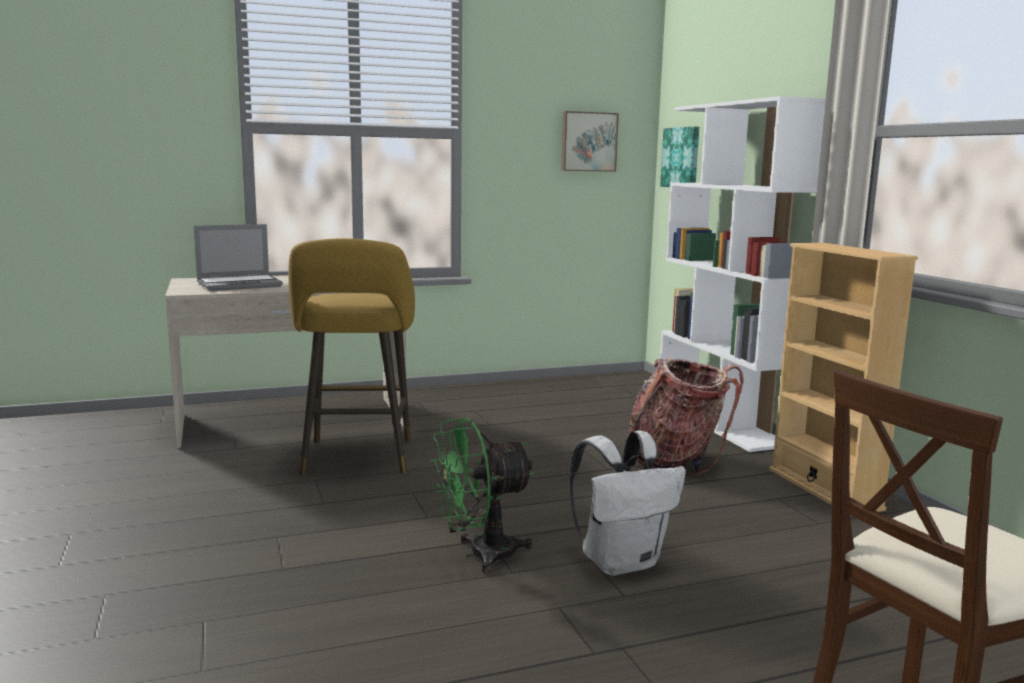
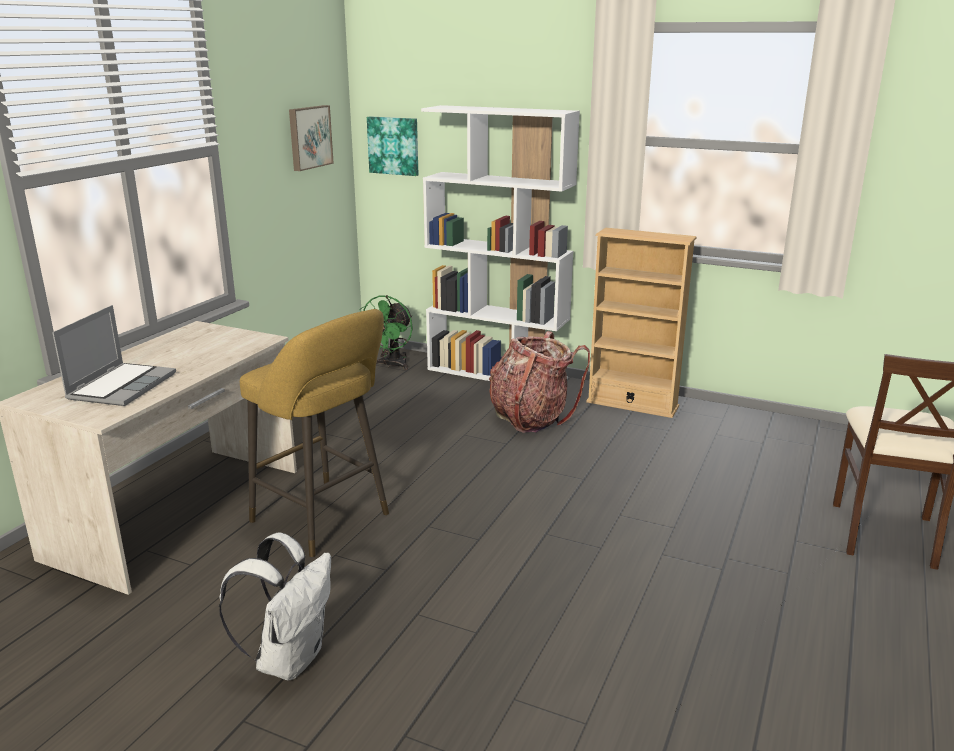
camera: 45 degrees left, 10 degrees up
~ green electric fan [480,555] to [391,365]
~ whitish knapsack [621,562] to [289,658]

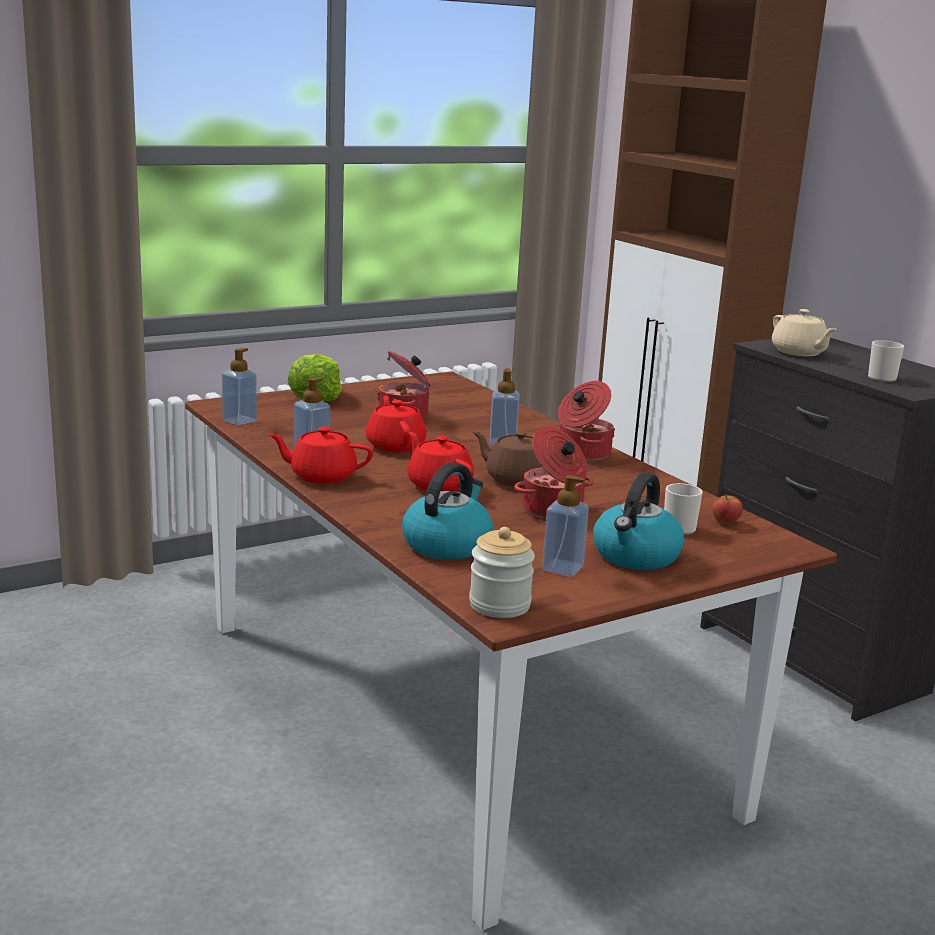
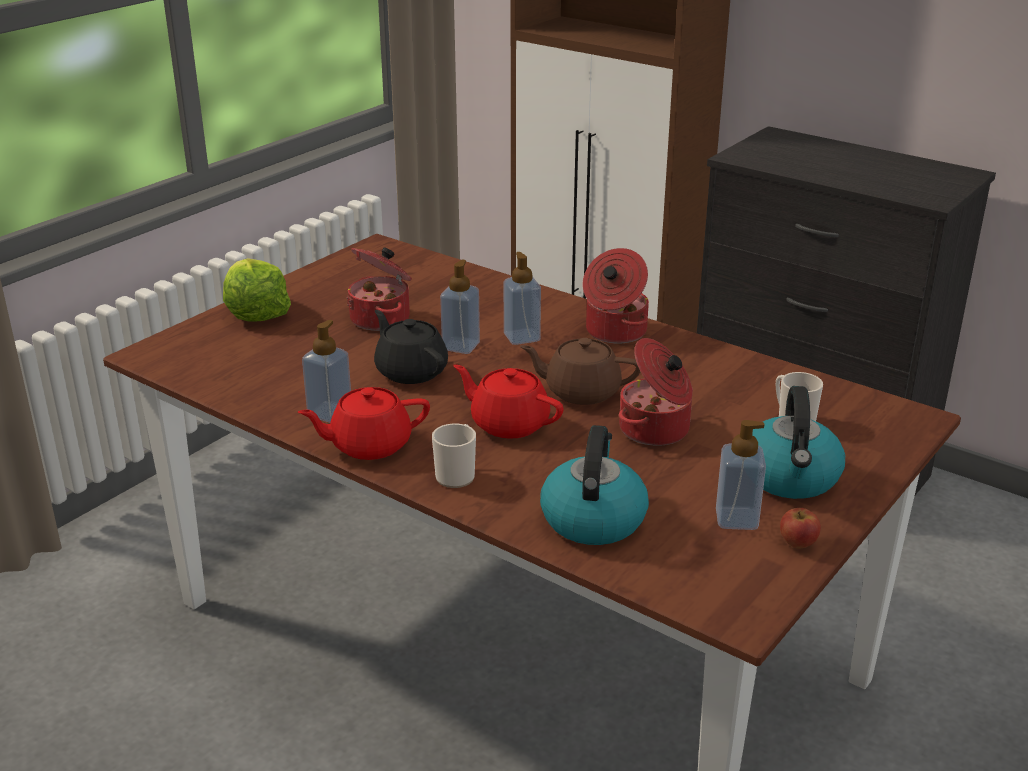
camera: 20 degrees left, 10 degrees up
~ liquid soap bottle [239,421] to [461,346]
~ reddish teapot [395,445] to black teapot [411,371]
- preserve jar [499,605]
~ whole apple [725,522] to [798,543]
- sand-coloured teapot [799,352]
~ mug [883,377] to [457,474]

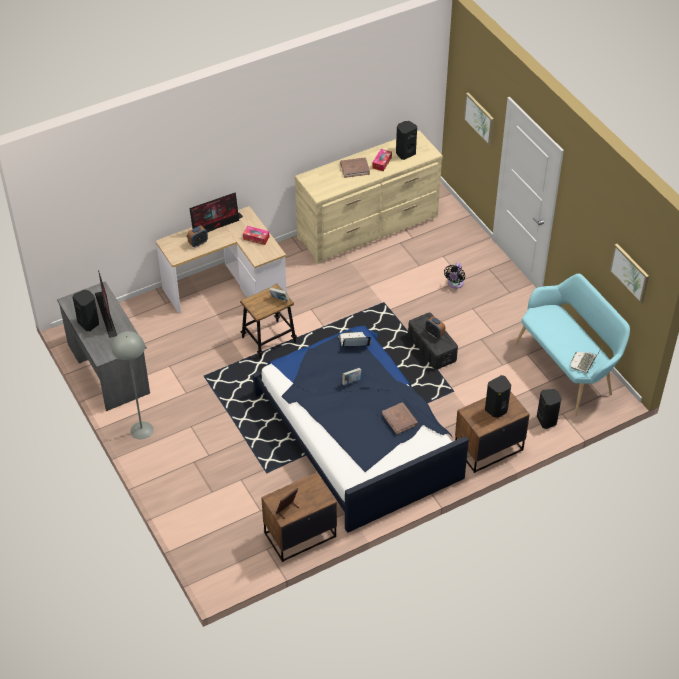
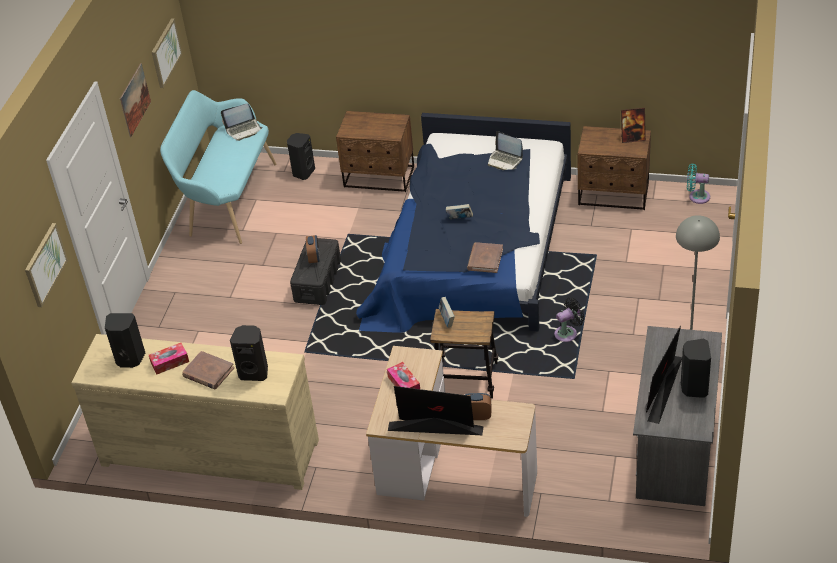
camera: 135 degrees left, 5 degrees down
~ laptop [354,342] to [505,160]
~ brownish book [399,419] to [485,259]
~ black electric fan [455,284] to [568,333]
~ black audio speaker [496,410] to [254,372]
+ wall art [135,100]
+ blue-green electric fan [697,196]

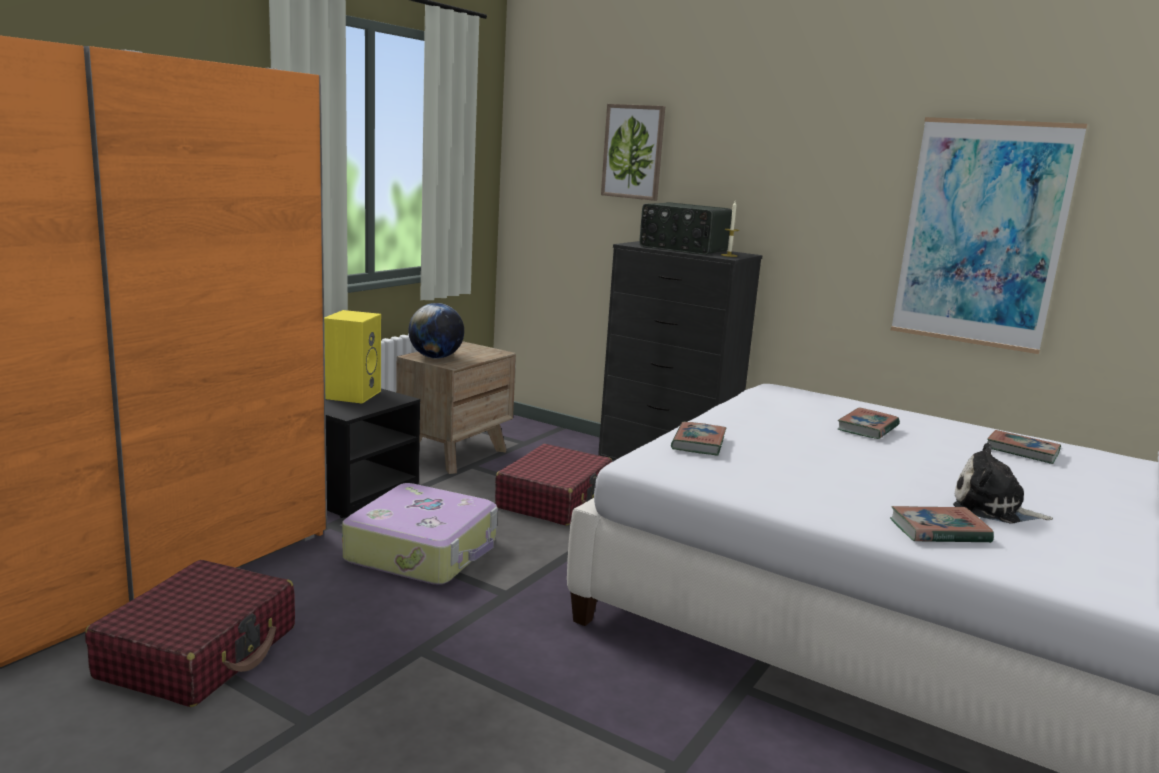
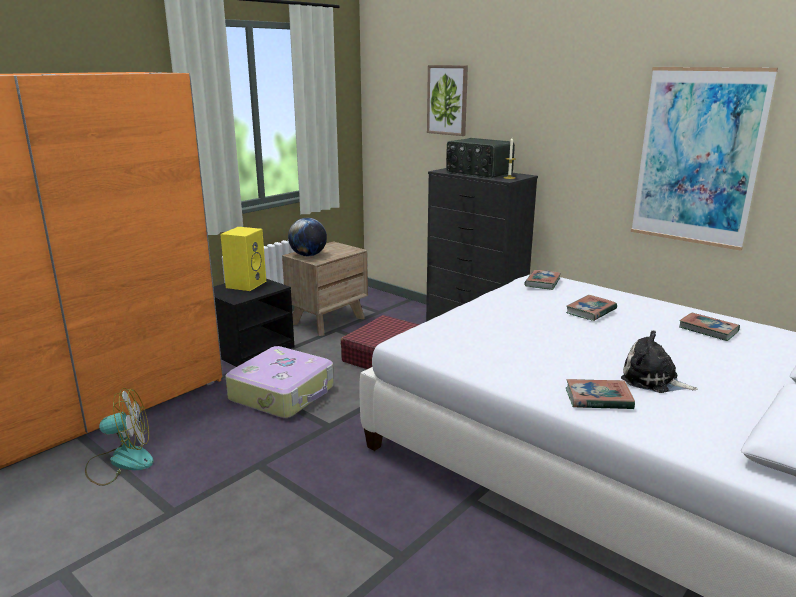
camera: 10 degrees right, 5 degrees up
~ reddish piece of luggage [200,652] to electric fan [121,461]
~ book [698,443] to [542,282]

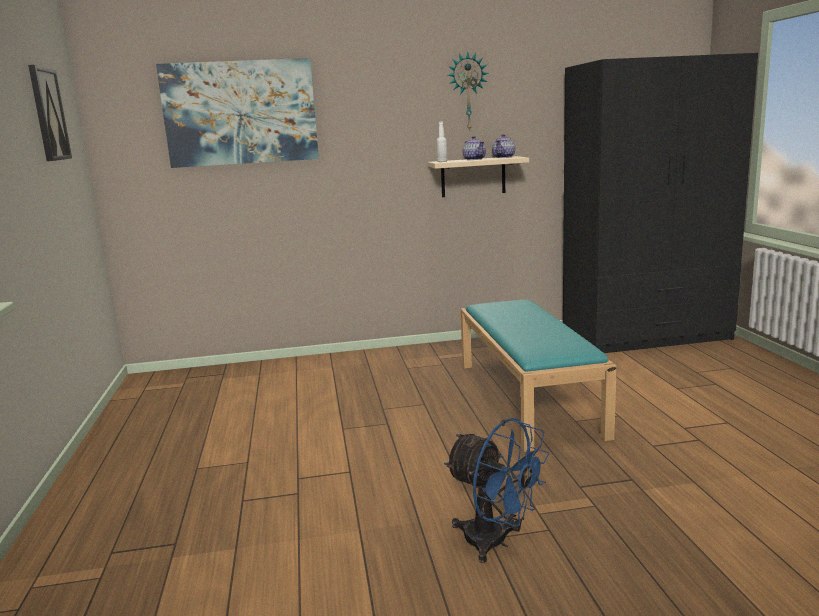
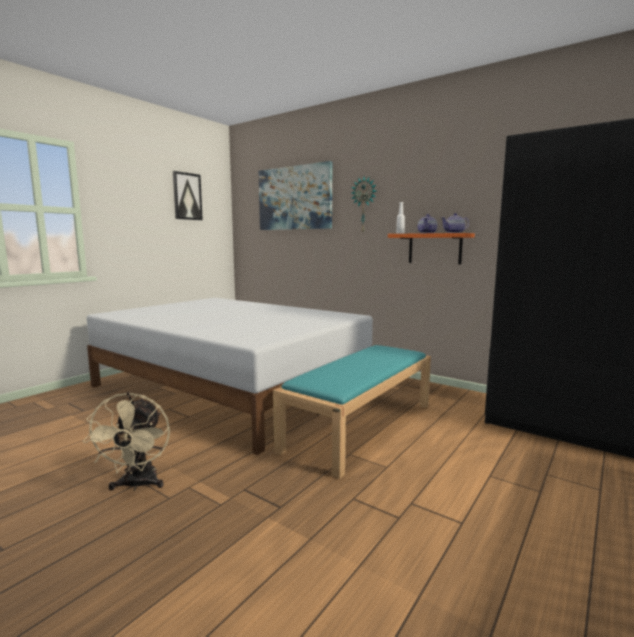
camera: 45 degrees right, 5 degrees down
~ sand-coloured shelf [473,177] to orangey shelf [434,248]
~ bluish electric fan [496,542] to sand-coloured electric fan [137,485]
~ hanging clock [467,92] to [364,205]
+ whitish sleeping bed [231,387]

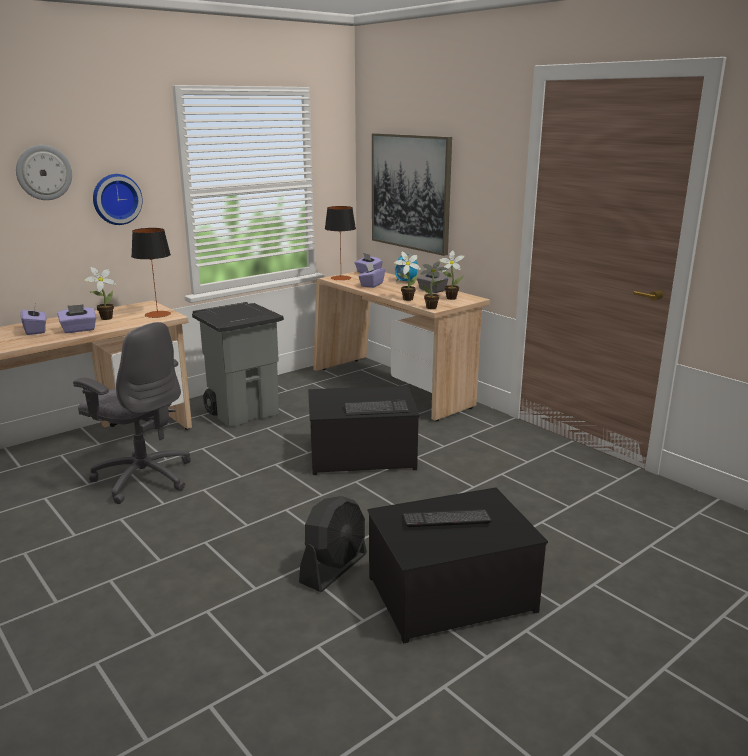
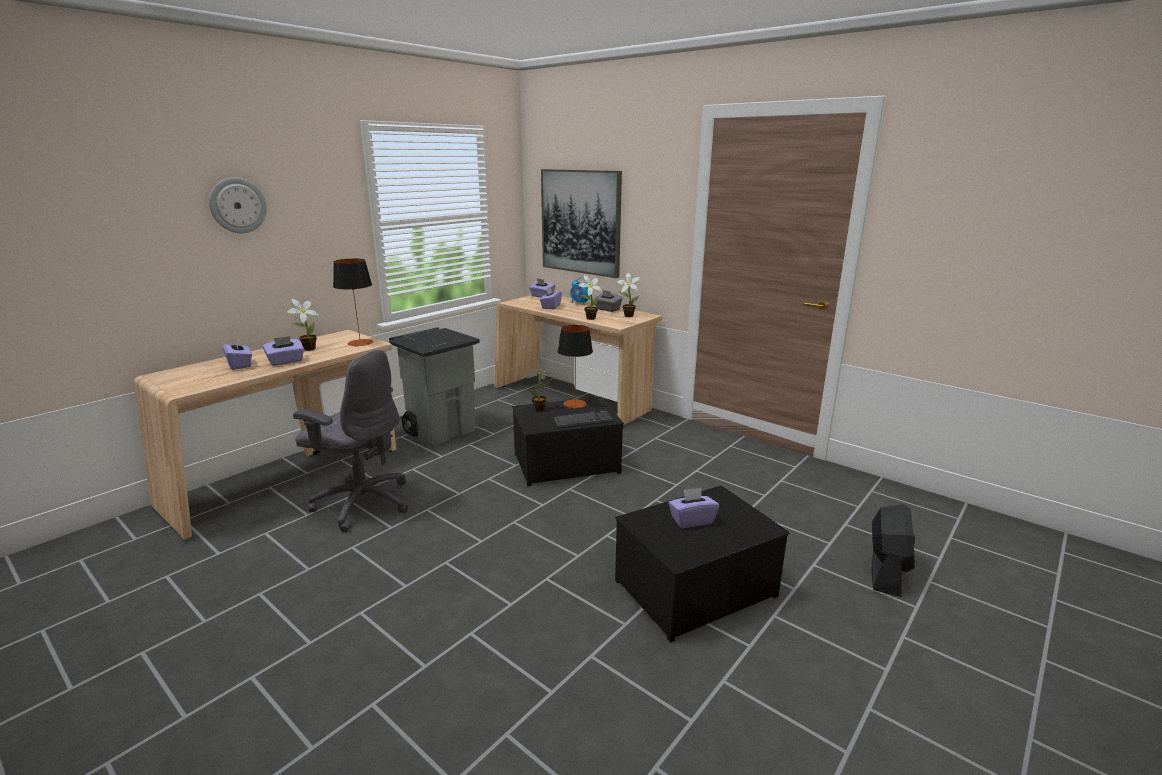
camera: 10 degrees left, 0 degrees up
- hanging clock [116,199]
~ black electric fan [334,568] to [886,572]
~ table lamp [341,278] to [575,404]
~ PC keyboard [446,519] to purple box of tissues [691,520]
~ potted plant [433,308] to [541,409]

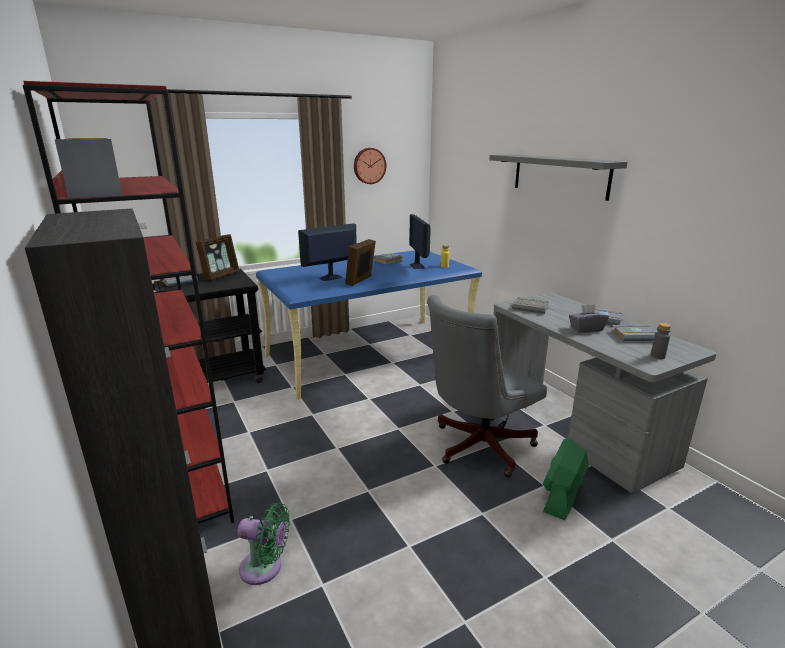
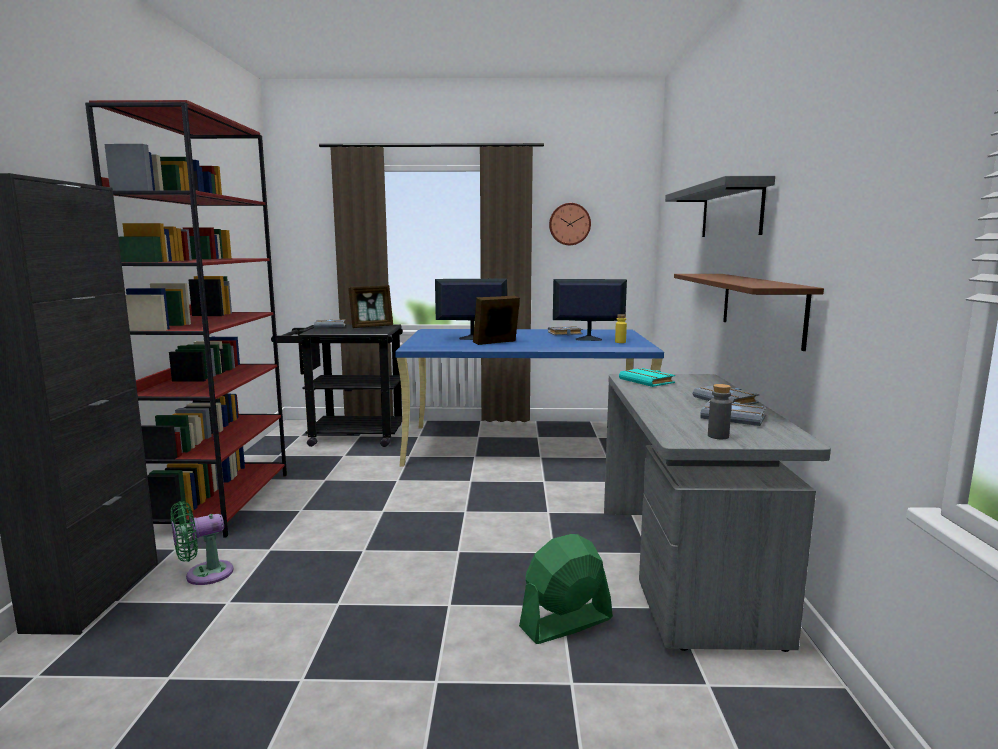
camera: 30 degrees right, 10 degrees down
~ green electric fan [265,568] = [204,575] 105 degrees clockwise
~ computer display [417,266] = [588,339] 75 degrees clockwise
- greyish desk chair [477,447]
~ greyish book [531,308] to blue-green book [648,381]
- greyish box of tissues [586,329]
+ brownish shelf [761,307]

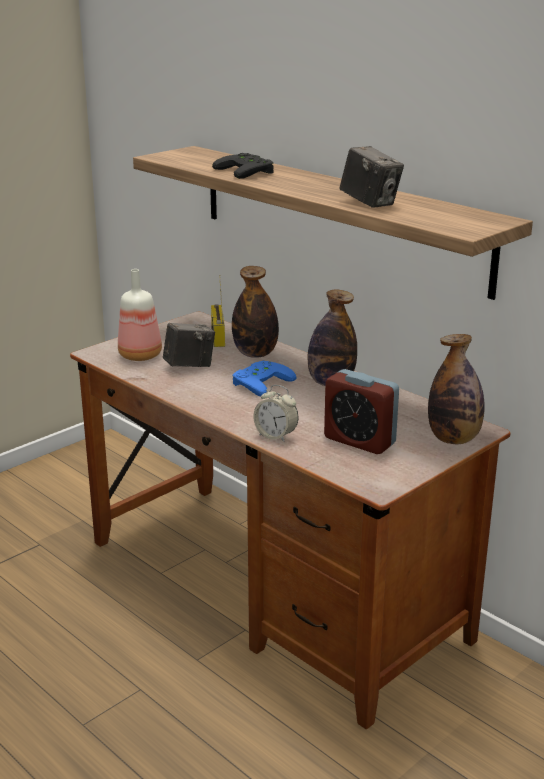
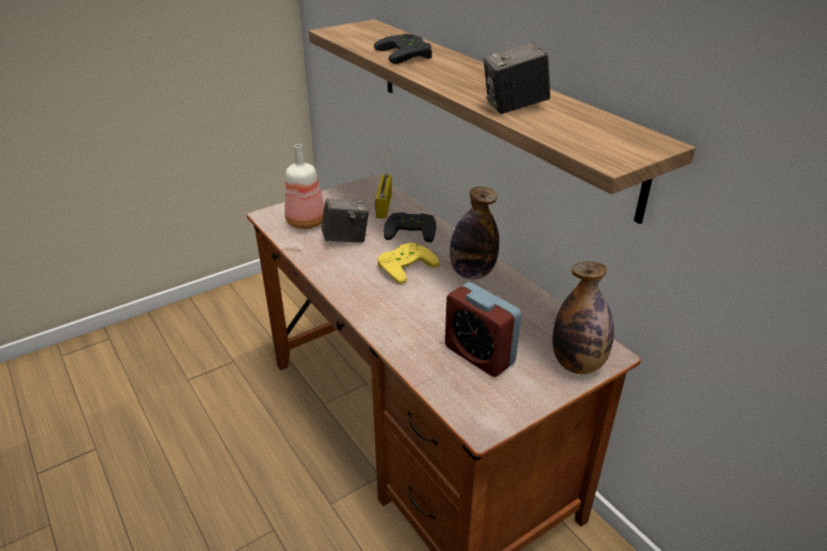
camera: 10 degrees right, 10 degrees up
~ beverage bottle [255,354] to black joypad [411,229]
~ bluish joypad [259,381] to yellowish joypad [404,265]
- table clock [276,436]
~ photo camera [370,203] = [514,107] 105 degrees clockwise

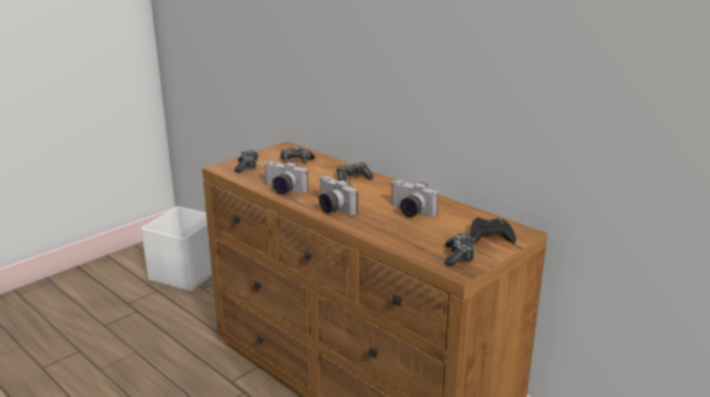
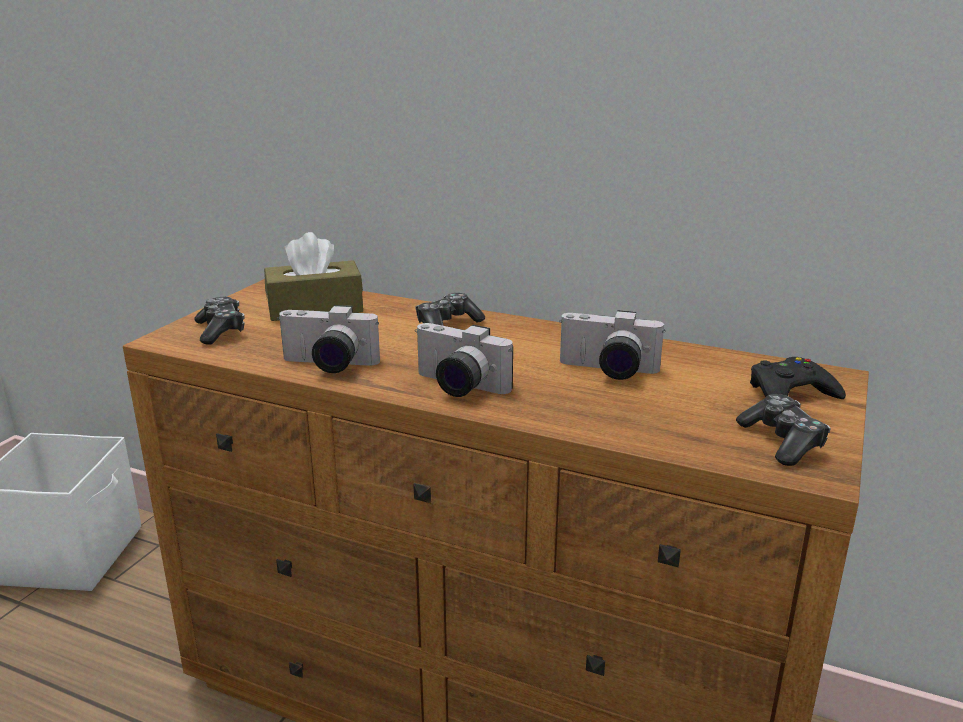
camera: 20 degrees left, 0 degrees up
~ joypad [296,161] to brownish box of tissues [315,308]

